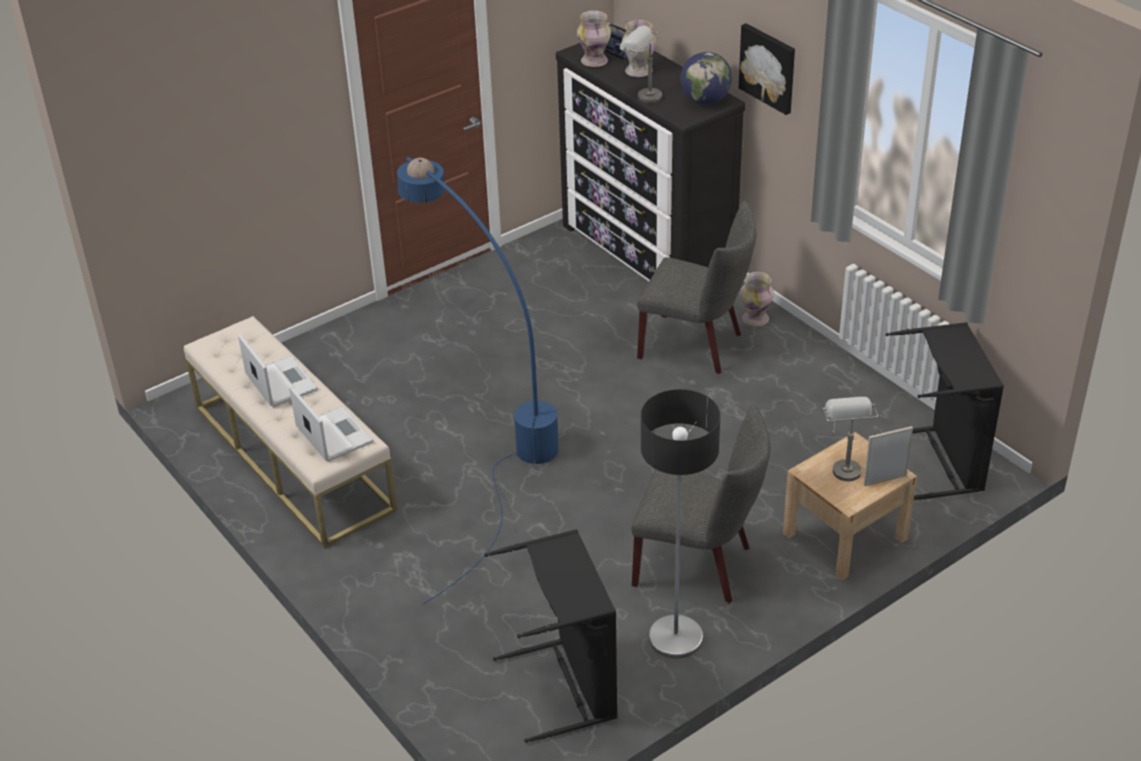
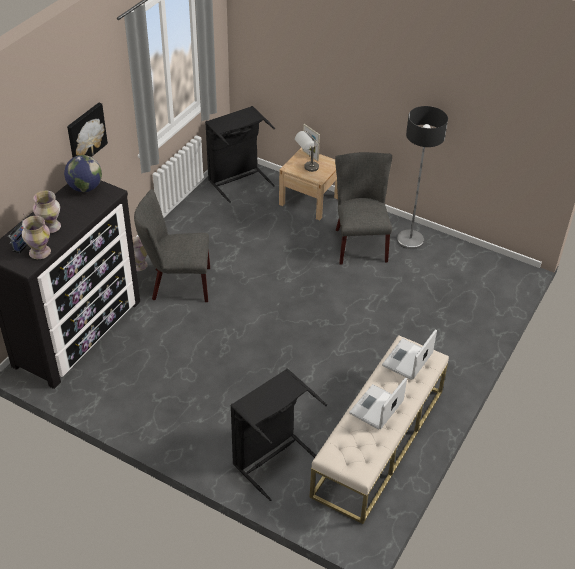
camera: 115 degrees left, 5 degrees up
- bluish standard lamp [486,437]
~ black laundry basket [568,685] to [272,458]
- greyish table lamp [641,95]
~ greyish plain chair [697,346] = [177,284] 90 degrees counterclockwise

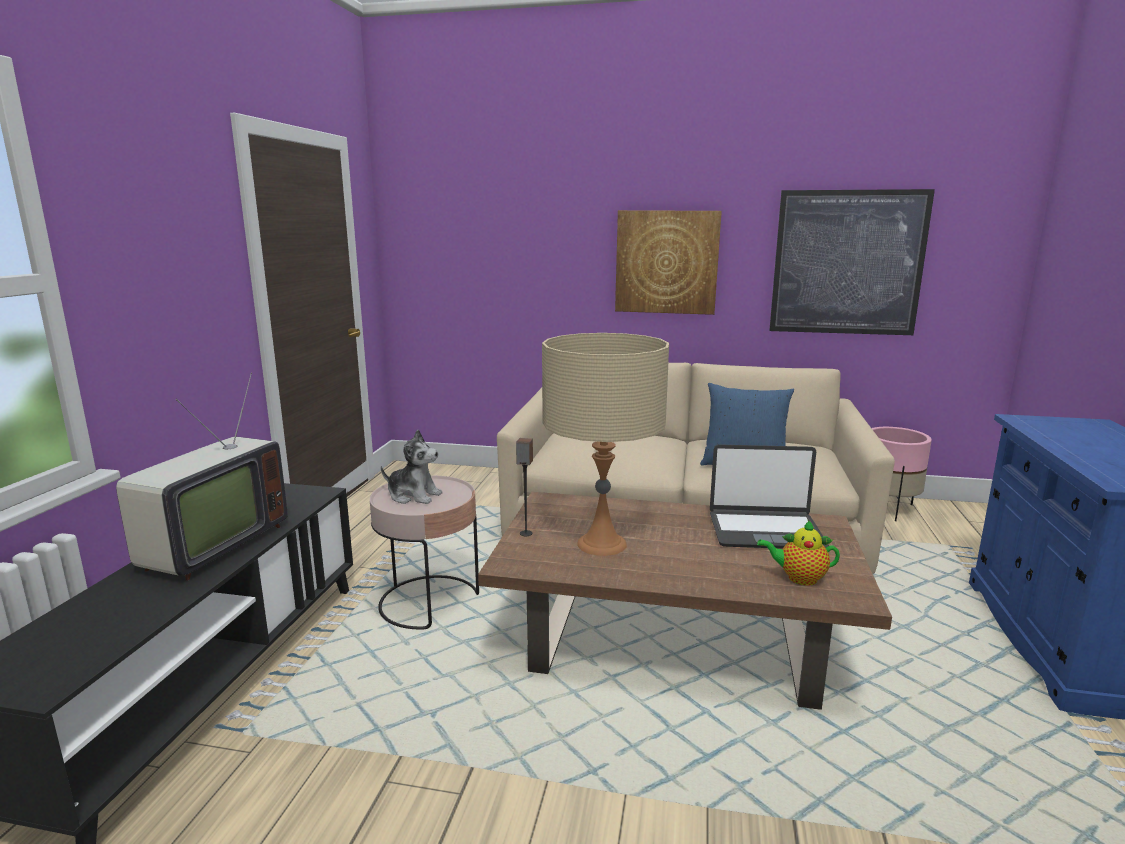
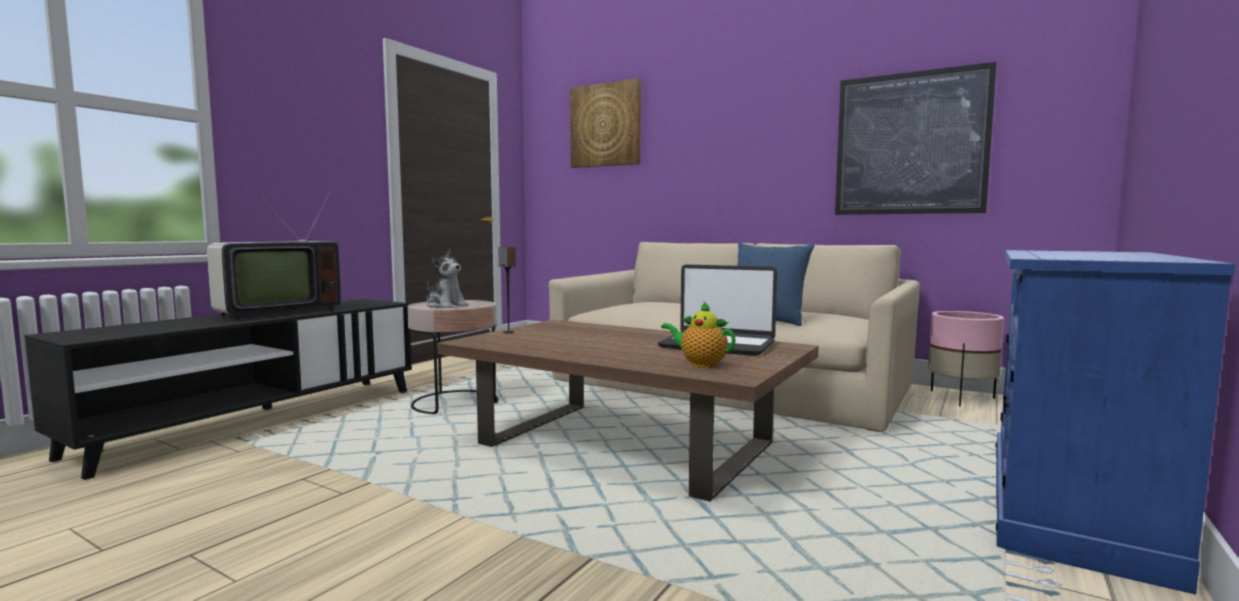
camera: 20 degrees right, 10 degrees down
- sand-coloured table lamp [602,544]
~ wall art [666,262] to [605,125]

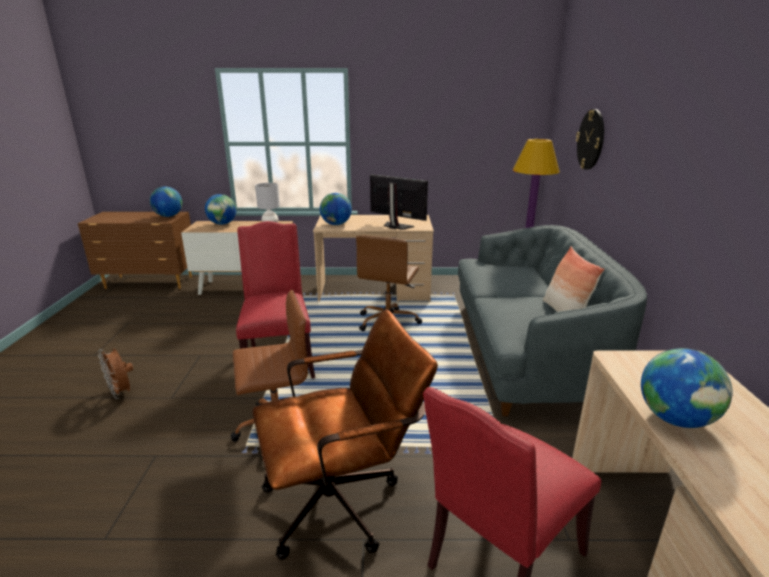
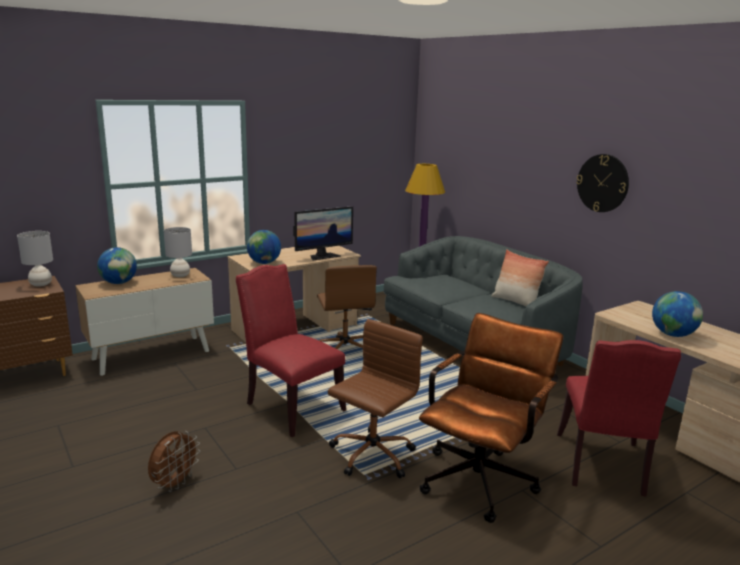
camera: 35 degrees left, 5 degrees down
~ brownish electric fan [122,393] = [174,484] 75 degrees counterclockwise
~ world globe [168,216] to greyish table lamp [40,284]
~ computer display [396,226] = [323,256] 150 degrees clockwise
~ hanging clock [591,139] to [602,183]

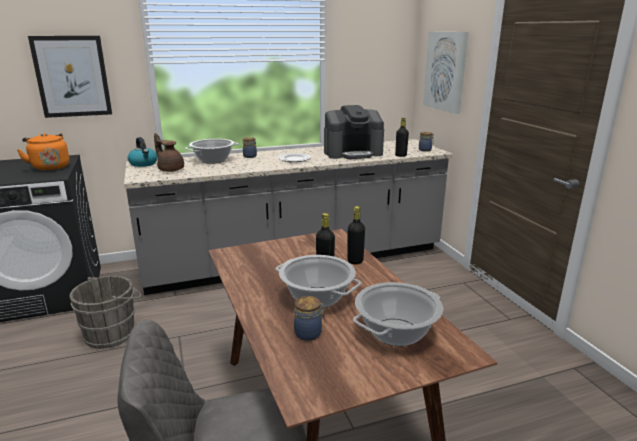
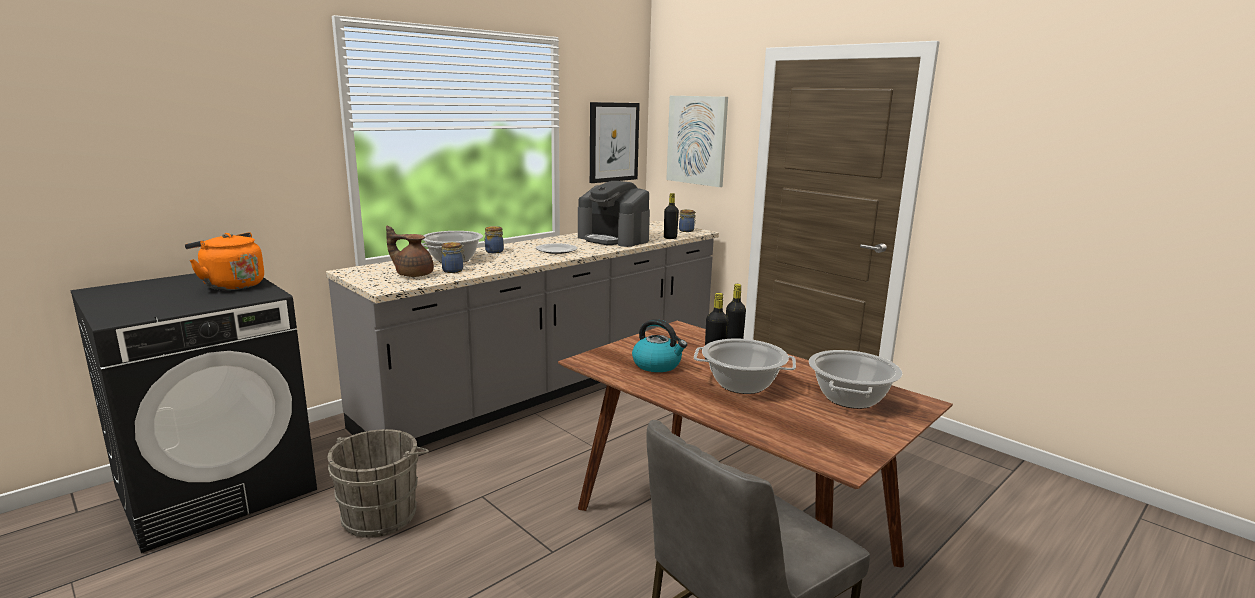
camera: 25 degrees left, 5 degrees down
~ wall art [72,76] to [613,142]
~ kettle [144,164] to [657,365]
~ preserve jar [309,334] to [454,270]
~ coffee machine [353,153] = [614,239] 75 degrees clockwise

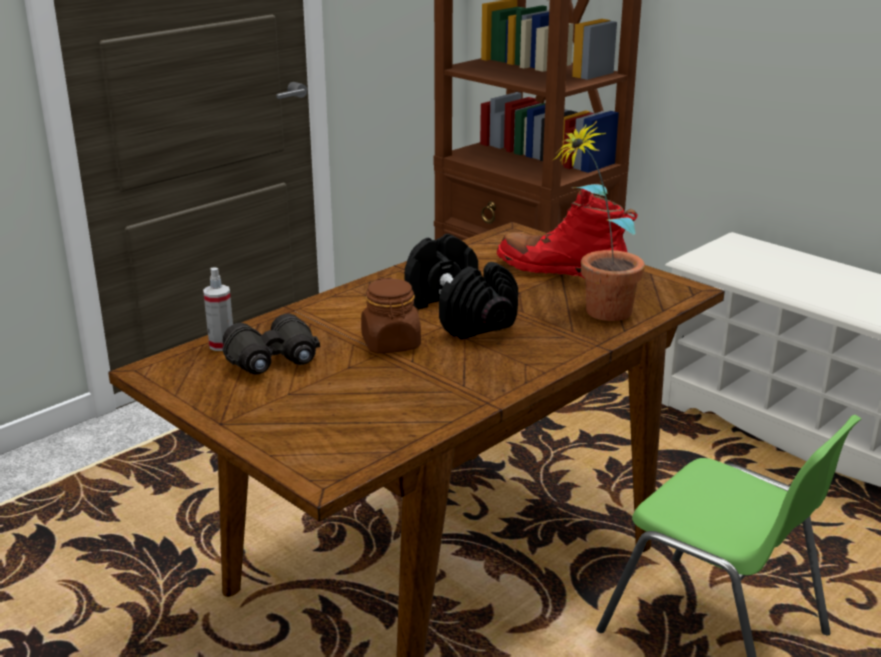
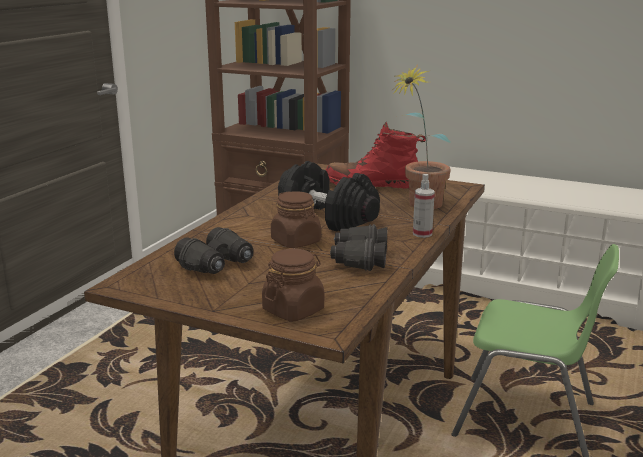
camera: 20 degrees left, 5 degrees down
~ sprayer [222,345] to [422,234]
+ brownish preserve jar [293,310]
+ black pair of binoculars [359,259]

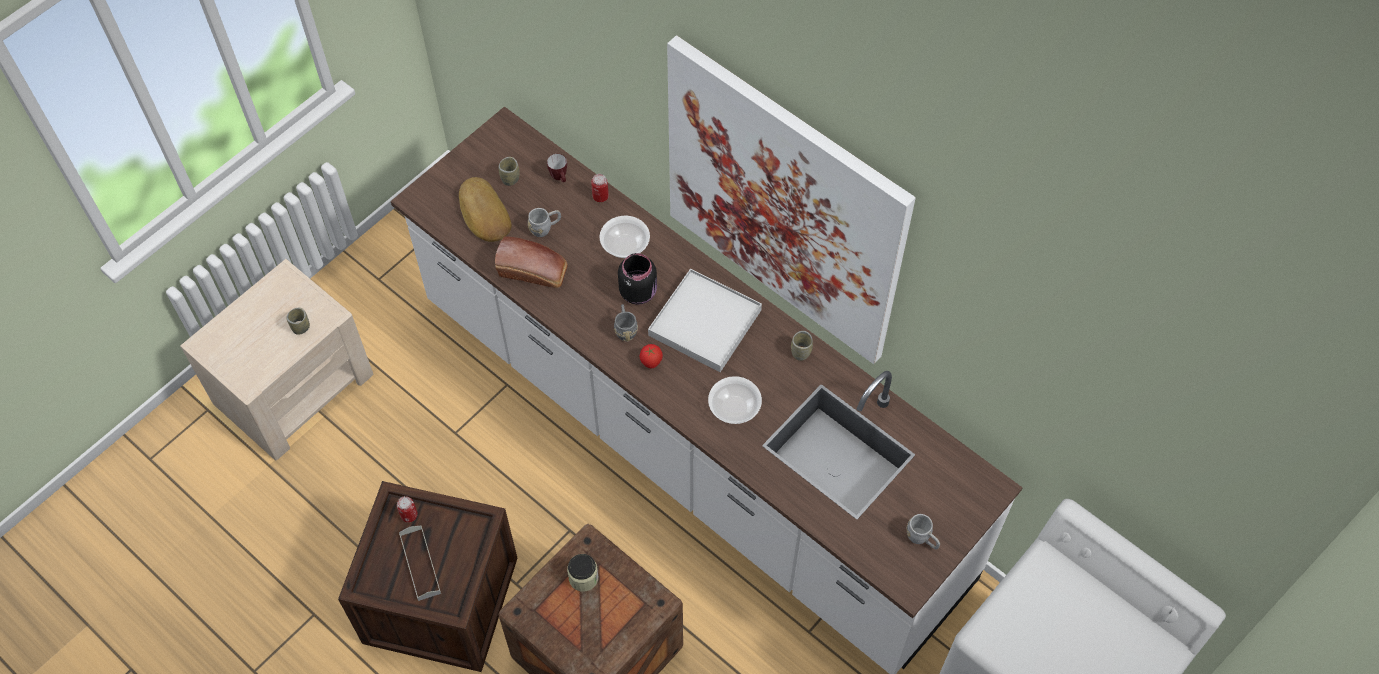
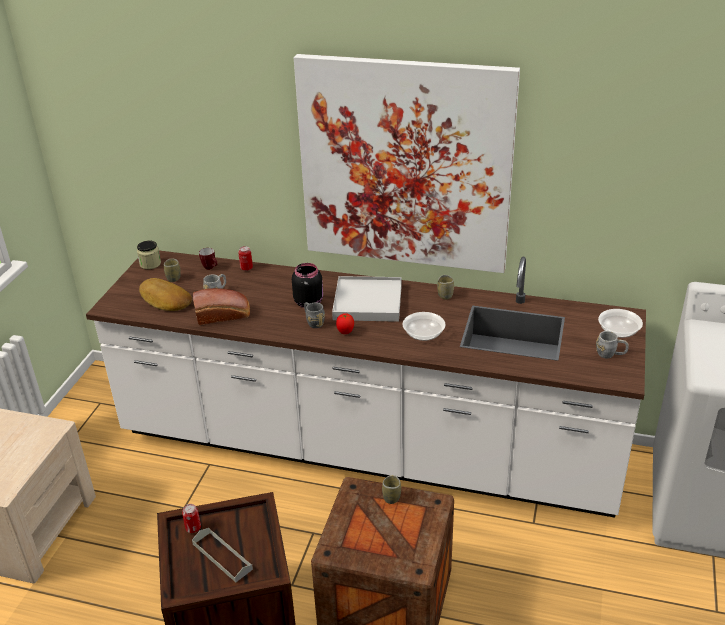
camera: 25 degrees left, 25 degrees down
~ drinking cup [301,327] to [391,498]
~ preserve jar [583,578] to [150,264]
~ deep dish [625,245] to [618,332]

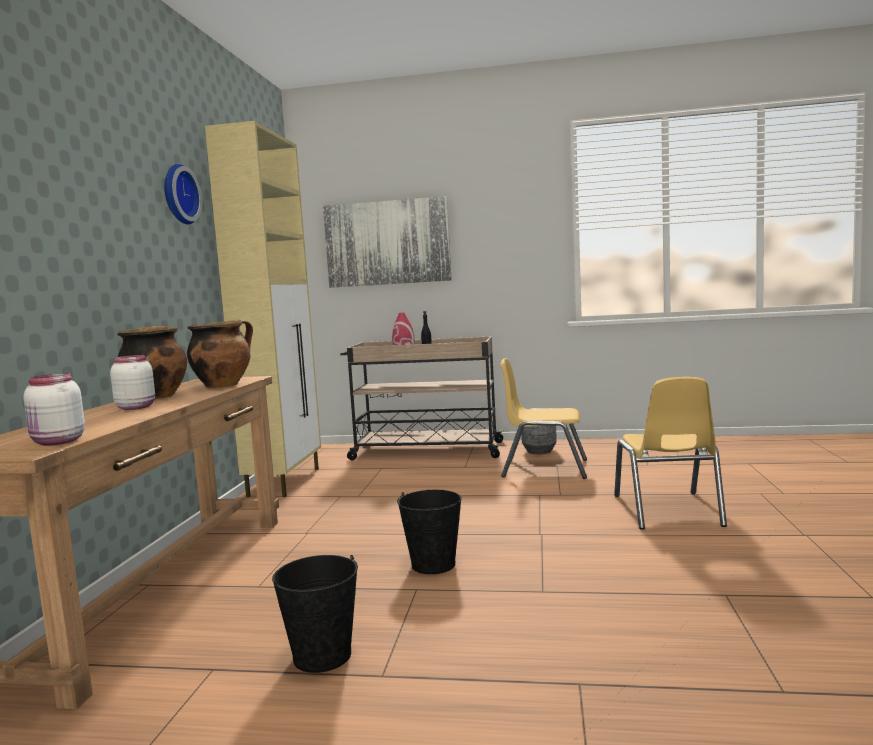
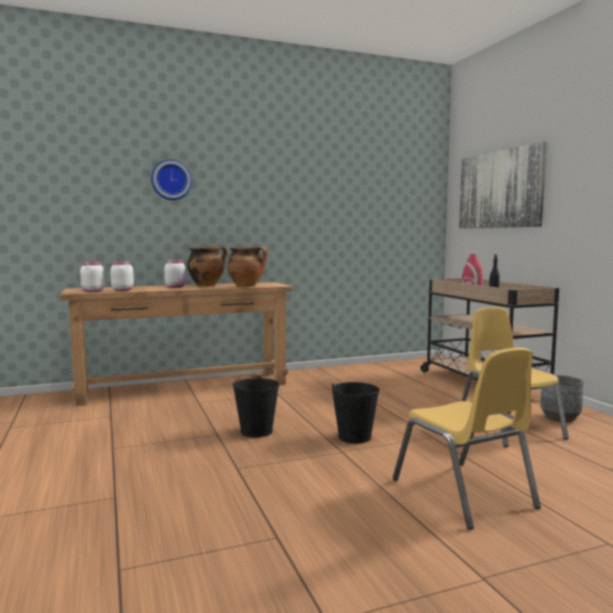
camera: 60 degrees right, 0 degrees up
~ hanging clock [178,194] to [171,180]
- sand-coloured cupboard [285,481]
~ black pail [322,655] to [354,437]
~ yellowish plain chair [667,510] = [463,493] 90 degrees counterclockwise
+ whitish preserve jar [122,290]

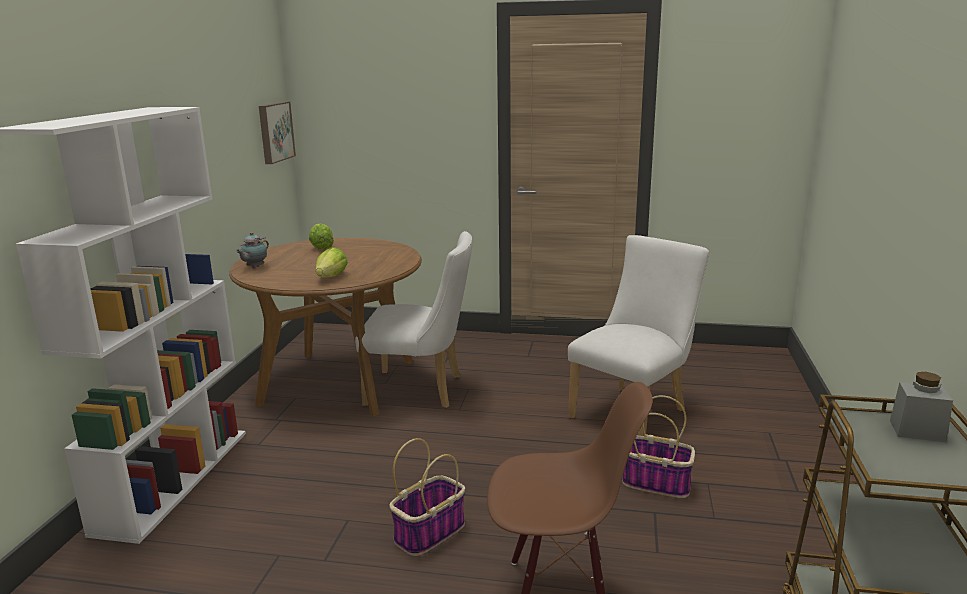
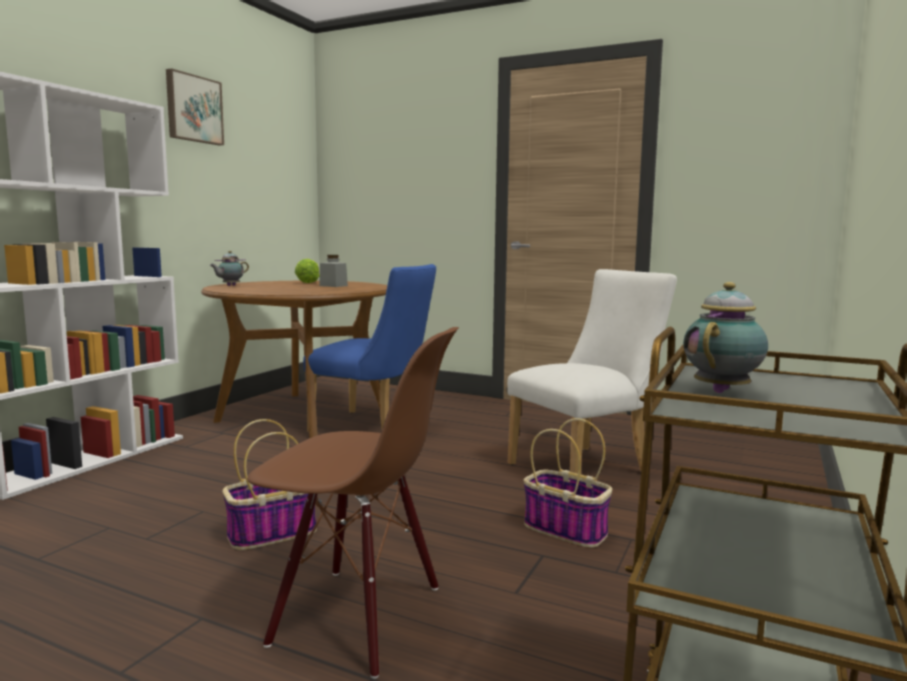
camera: 15 degrees right, 10 degrees down
~ wall art [274,132] to [193,109]
- lettuce [331,277]
~ whitish plain chair [421,391] to bluish plain chair [374,428]
~ greyish preserve jar [917,431] to [333,286]
+ teapot [723,390]

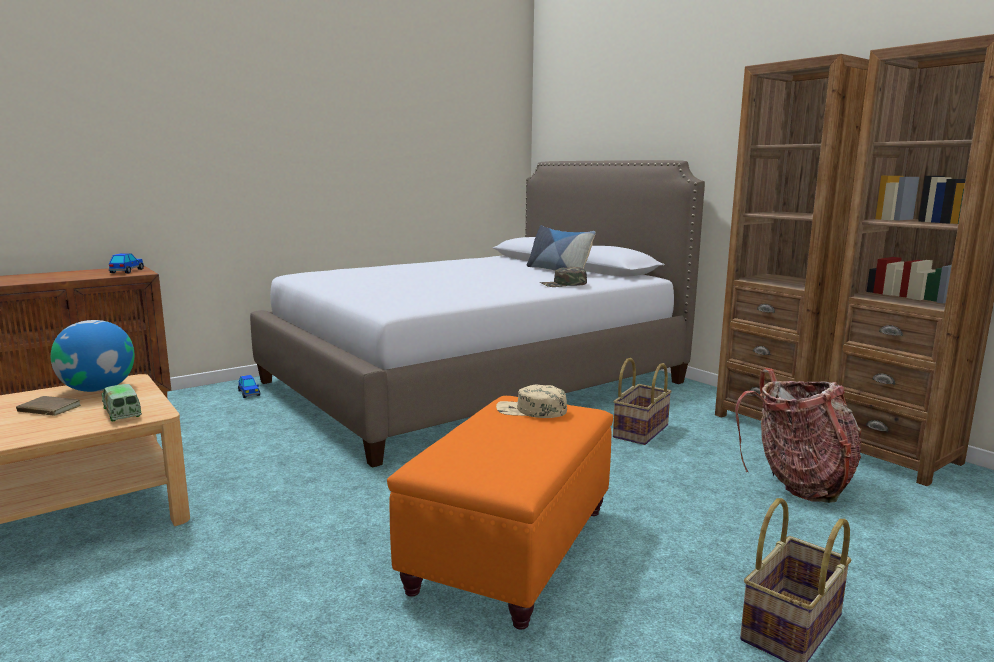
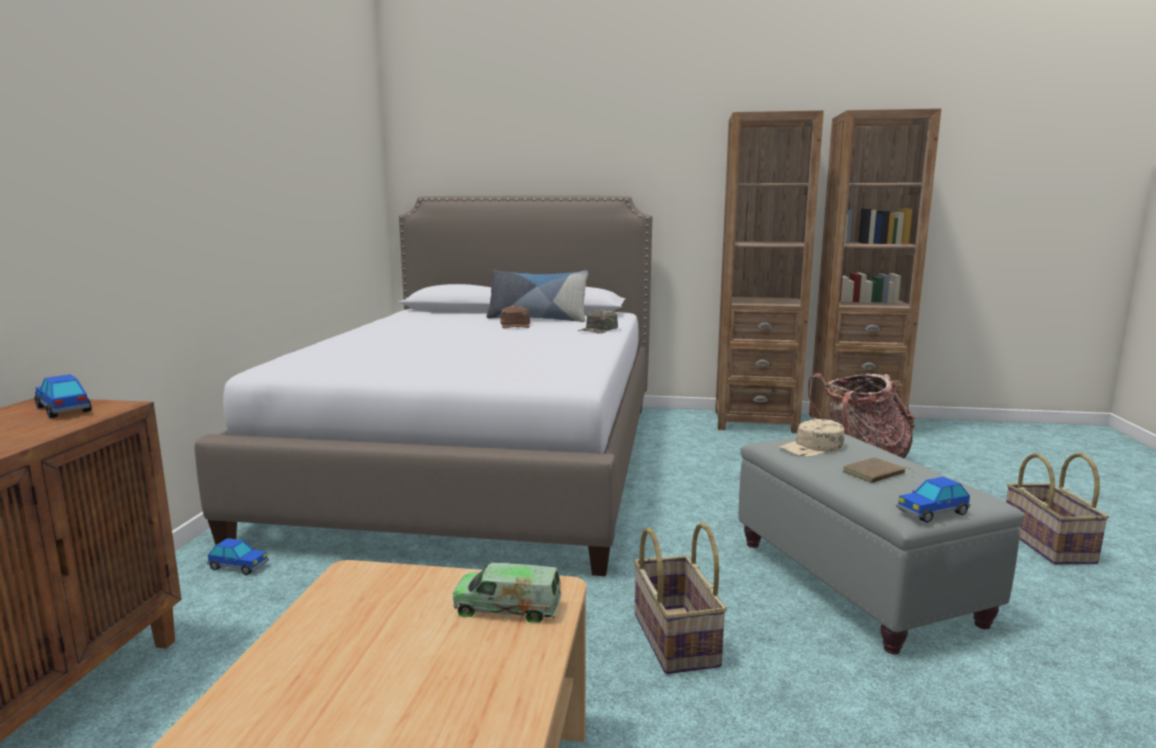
camera: 45 degrees left, 0 degrees up
~ brownish book [47,409] to [875,474]
- world globe [98,389]
~ orangey ottoman [511,549] to greyish ottoman [856,582]
~ storage basket [640,431] to [673,639]
+ brownish baseball cap [516,325]
+ miniature car [932,513]

